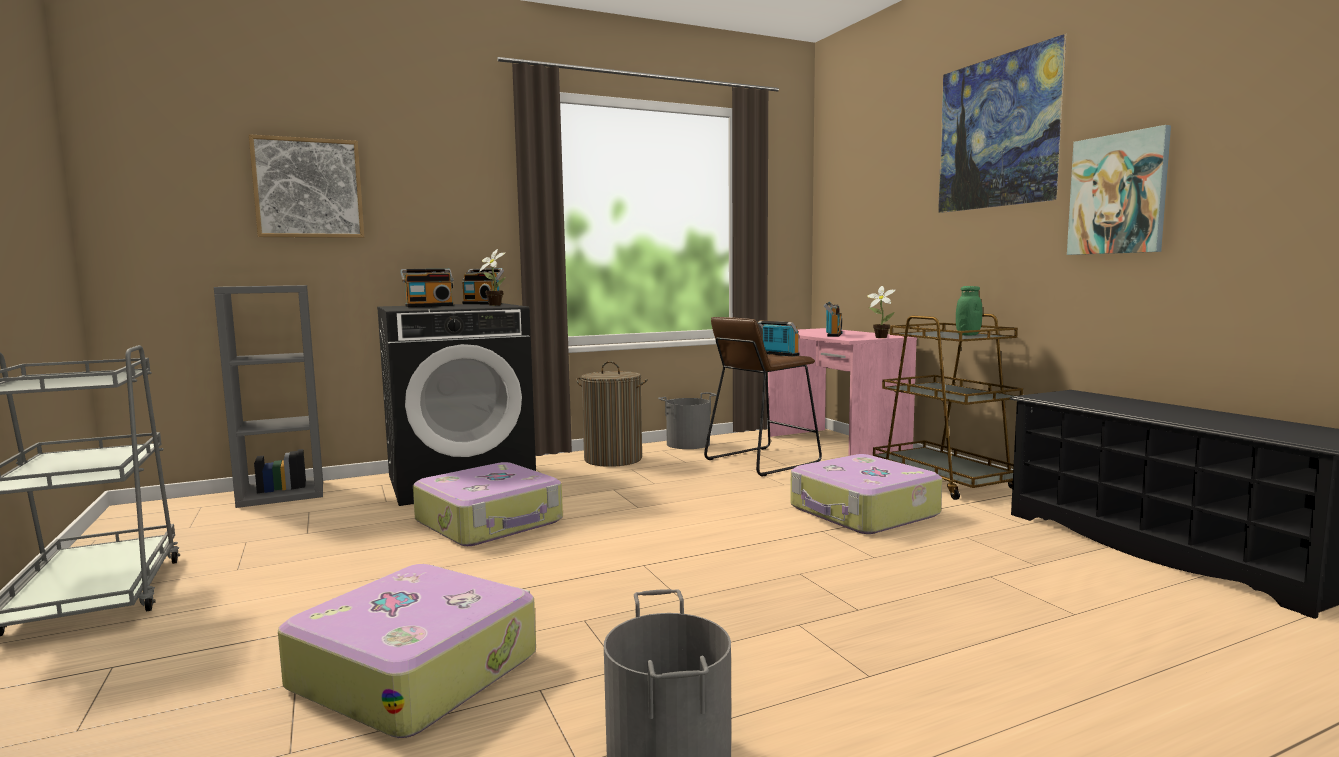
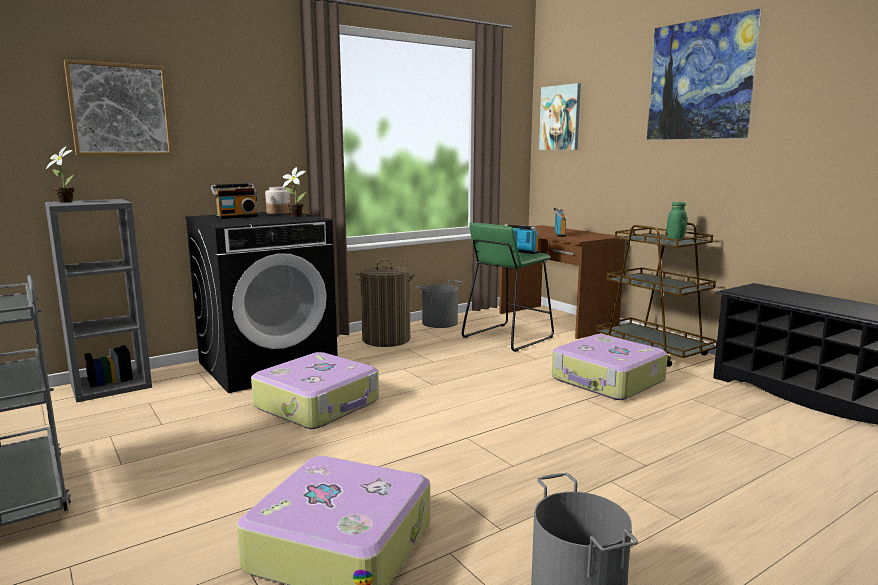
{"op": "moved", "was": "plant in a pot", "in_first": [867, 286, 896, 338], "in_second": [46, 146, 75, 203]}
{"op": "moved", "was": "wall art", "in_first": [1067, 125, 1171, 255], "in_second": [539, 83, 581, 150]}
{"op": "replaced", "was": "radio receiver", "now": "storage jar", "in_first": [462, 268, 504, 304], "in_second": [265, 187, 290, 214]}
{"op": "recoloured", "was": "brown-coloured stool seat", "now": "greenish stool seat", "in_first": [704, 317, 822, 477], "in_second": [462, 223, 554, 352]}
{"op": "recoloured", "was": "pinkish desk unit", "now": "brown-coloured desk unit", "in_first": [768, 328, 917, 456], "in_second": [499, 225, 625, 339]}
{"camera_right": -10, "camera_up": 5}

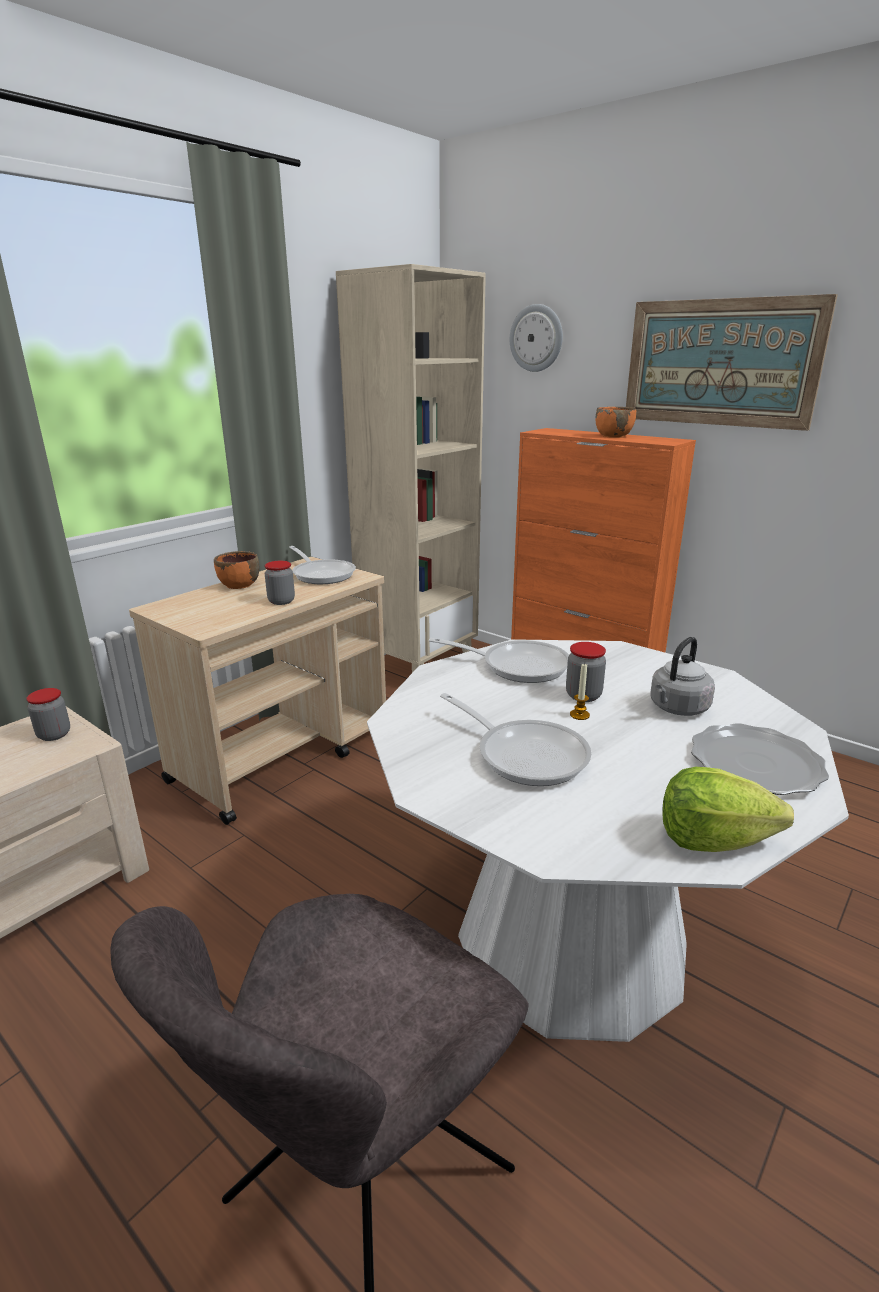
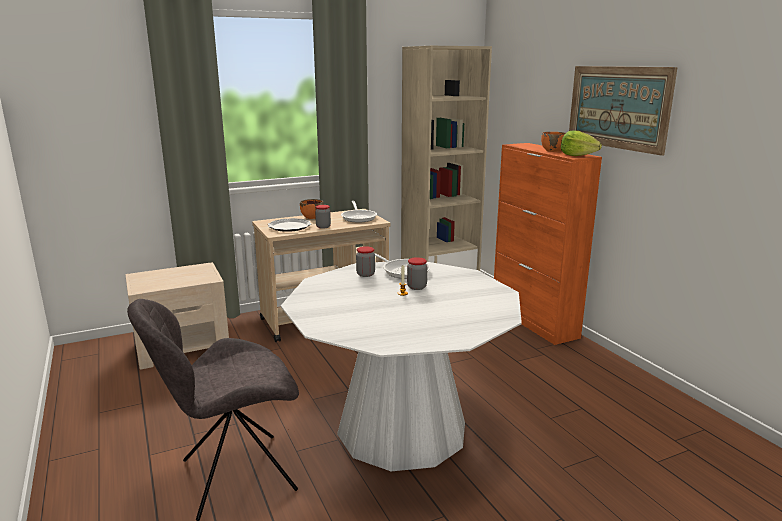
{"op": "removed", "was": "skillet", "in_first": [440, 693, 592, 786]}
{"op": "removed", "was": "hanging clock", "in_first": [510, 304, 563, 372]}
{"op": "removed", "was": "grey kettle", "in_first": [650, 637, 715, 716]}
{"op": "moved", "was": "storage jar", "in_first": [26, 688, 70, 741], "in_second": [356, 246, 375, 277]}
{"op": "moved", "was": "lettuce", "in_first": [663, 767, 794, 852], "in_second": [561, 131, 602, 156]}
{"op": "moved", "was": "dinner plate", "in_first": [691, 723, 829, 795], "in_second": [268, 218, 311, 232]}
{"camera_right": 25, "camera_up": -5}

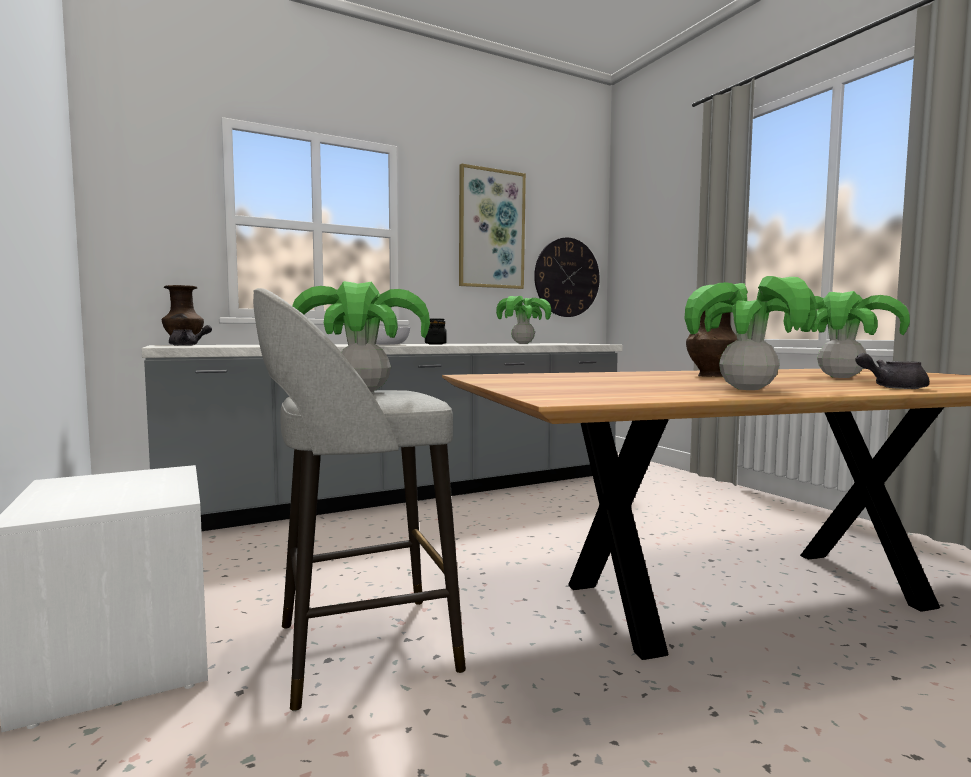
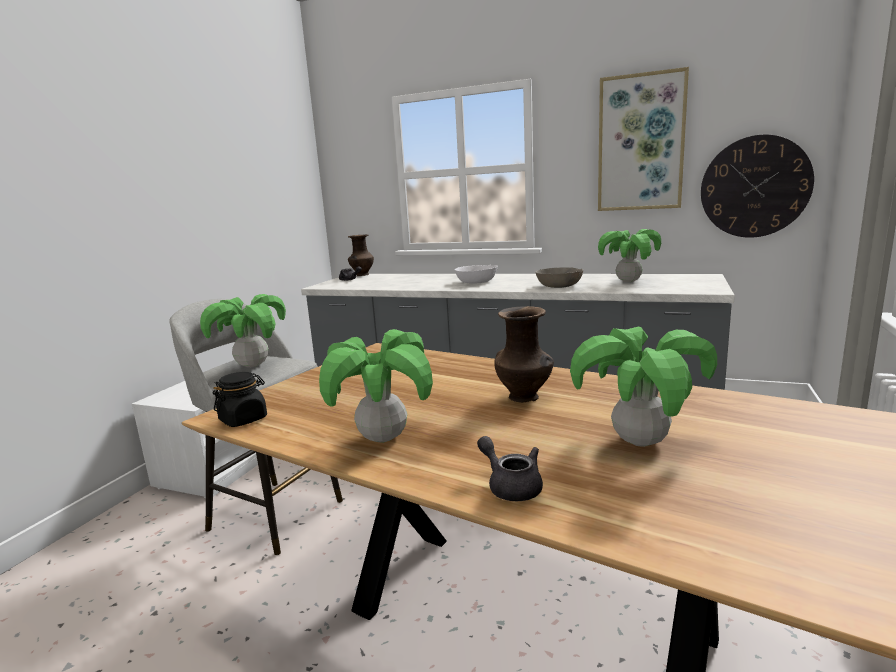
{"op": "added", "now": "grey deep dish", "in_second": [535, 267, 583, 288]}
{"op": "moved", "was": "black-coloured storage jar", "in_first": [425, 318, 447, 344], "in_second": [213, 372, 267, 427]}
{"camera_right": 50, "camera_up": 10}

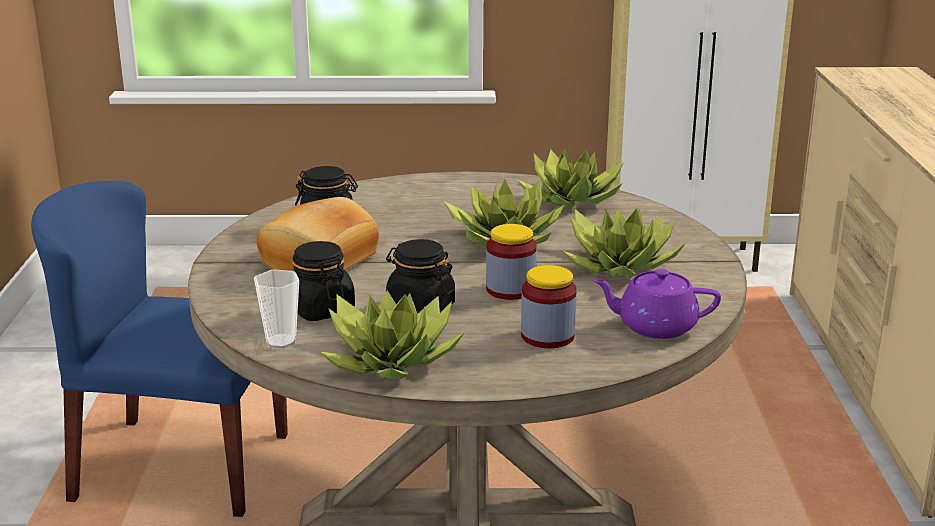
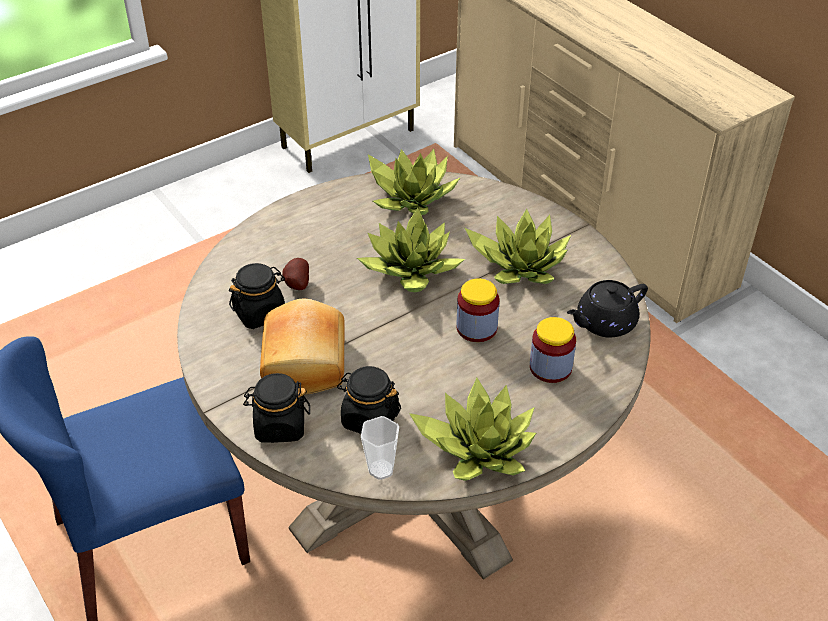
{"op": "added", "now": "potato", "in_second": [282, 258, 309, 290]}
{"op": "moved", "was": "black-coloured storage jar", "in_first": [386, 239, 455, 314], "in_second": [243, 373, 310, 443]}
{"op": "recoloured", "was": "purple teapot", "now": "black-coloured teapot", "in_first": [592, 269, 721, 339], "in_second": [567, 280, 648, 337]}
{"camera_right": -35, "camera_up": 20}

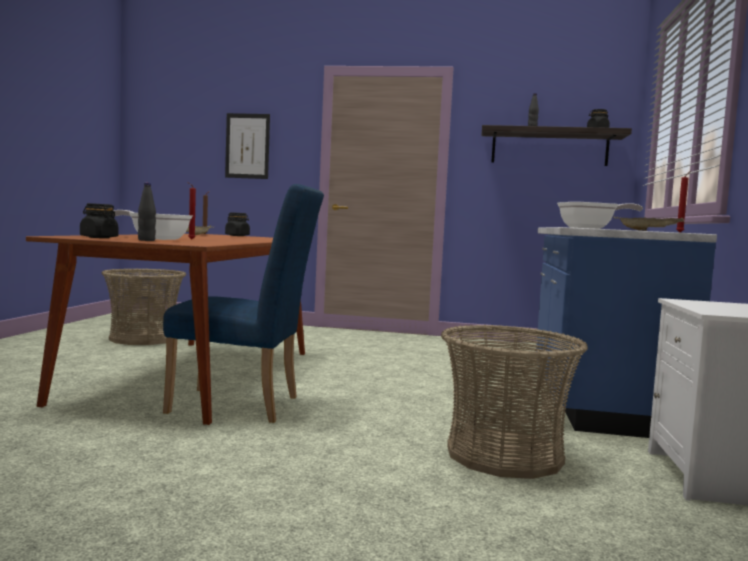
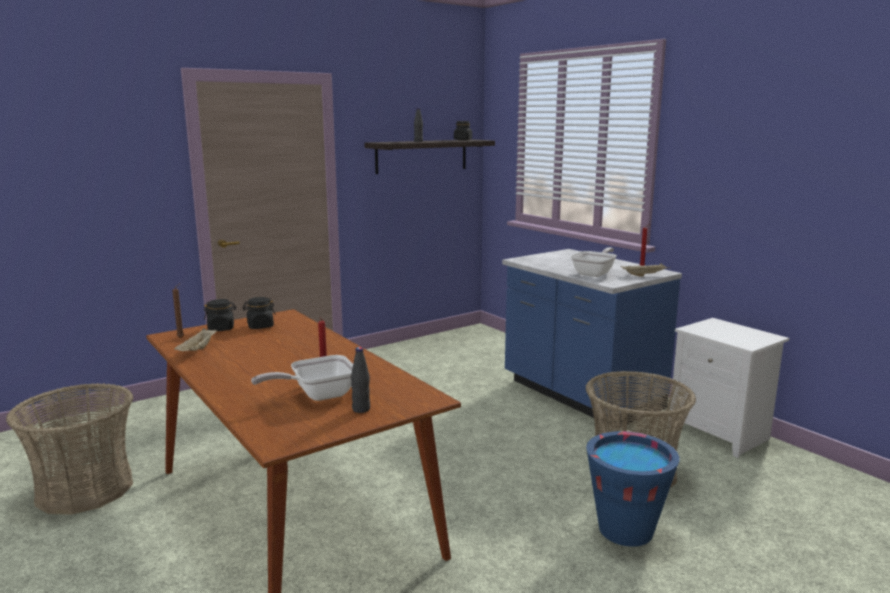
{"op": "removed", "was": "bluish chair", "in_first": [163, 184, 324, 423]}
{"op": "removed", "was": "wall art", "in_first": [225, 113, 270, 179]}
{"op": "added", "now": "bluish bucket", "in_second": [586, 431, 679, 547]}
{"op": "moved", "was": "black-coloured storage jar", "in_first": [80, 203, 118, 238], "in_second": [243, 297, 276, 329]}
{"camera_right": -45, "camera_up": 10}

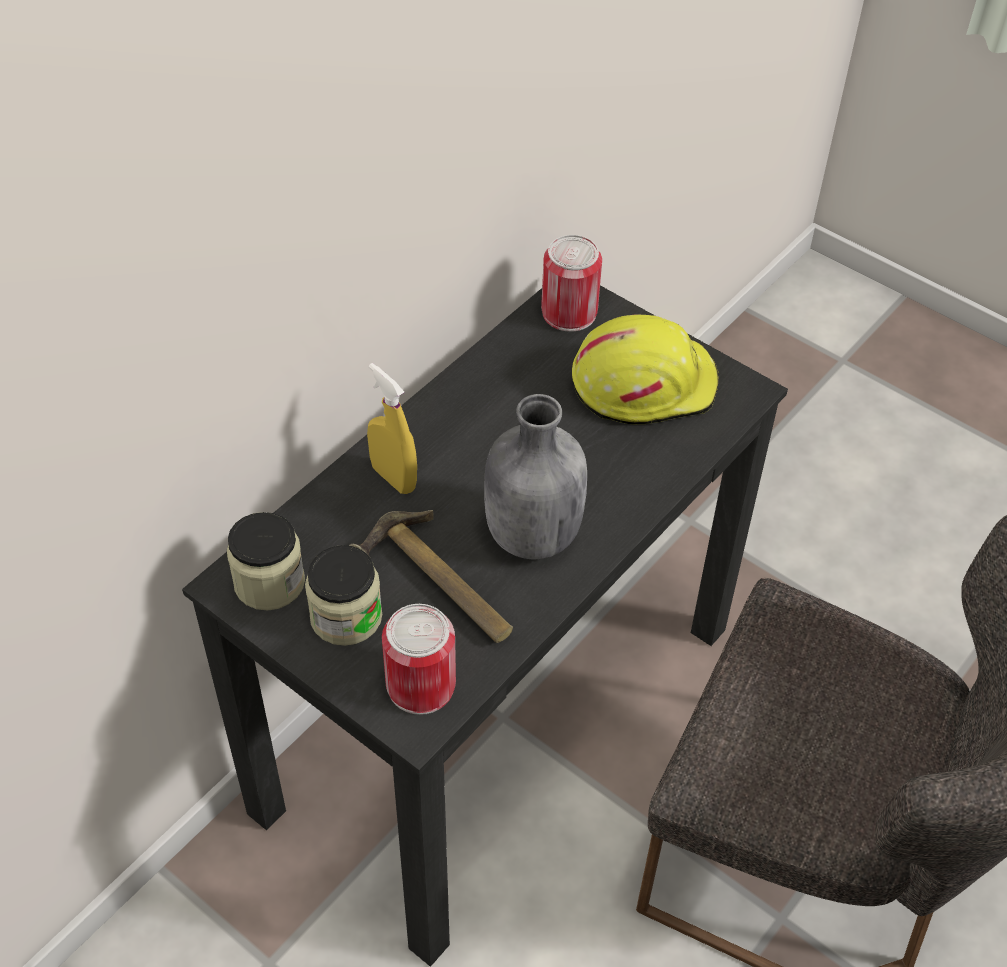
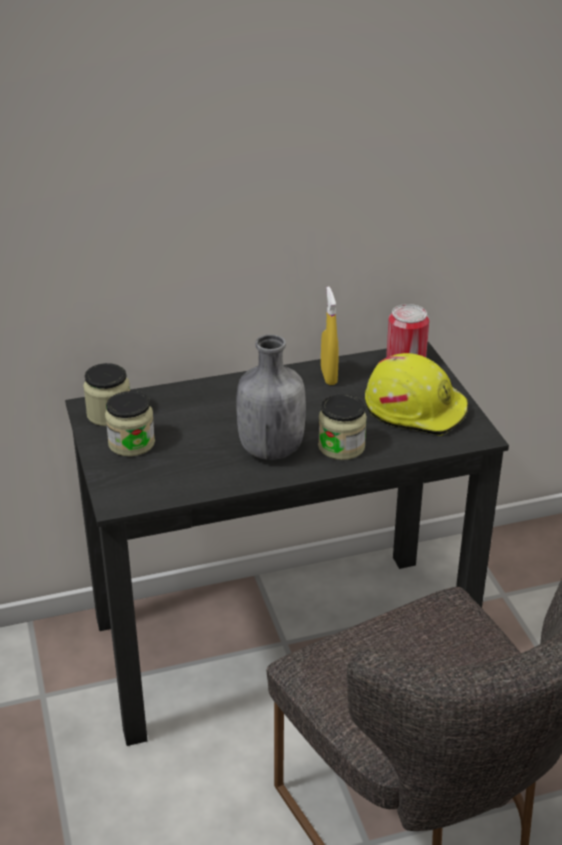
{"op": "removed", "was": "tool hammer", "in_first": [349, 510, 513, 643]}
{"op": "removed", "was": "sealed can", "in_first": [382, 604, 456, 715]}
{"op": "added", "now": "storage jar", "in_second": [318, 394, 367, 460]}
{"op": "moved", "was": "yellowish spray bottle", "in_first": [367, 363, 417, 494], "in_second": [321, 287, 339, 385]}
{"camera_right": 35, "camera_up": -15}

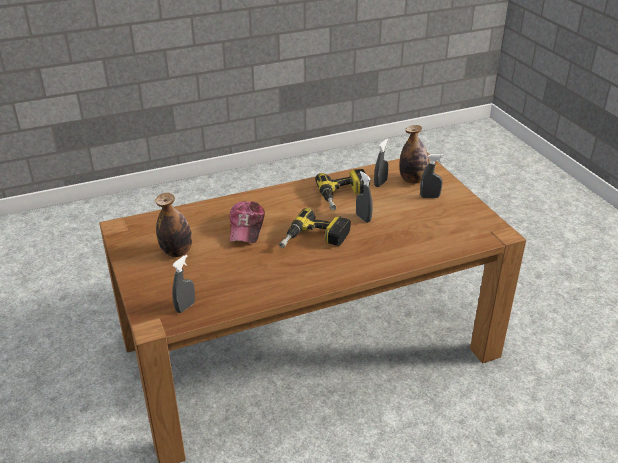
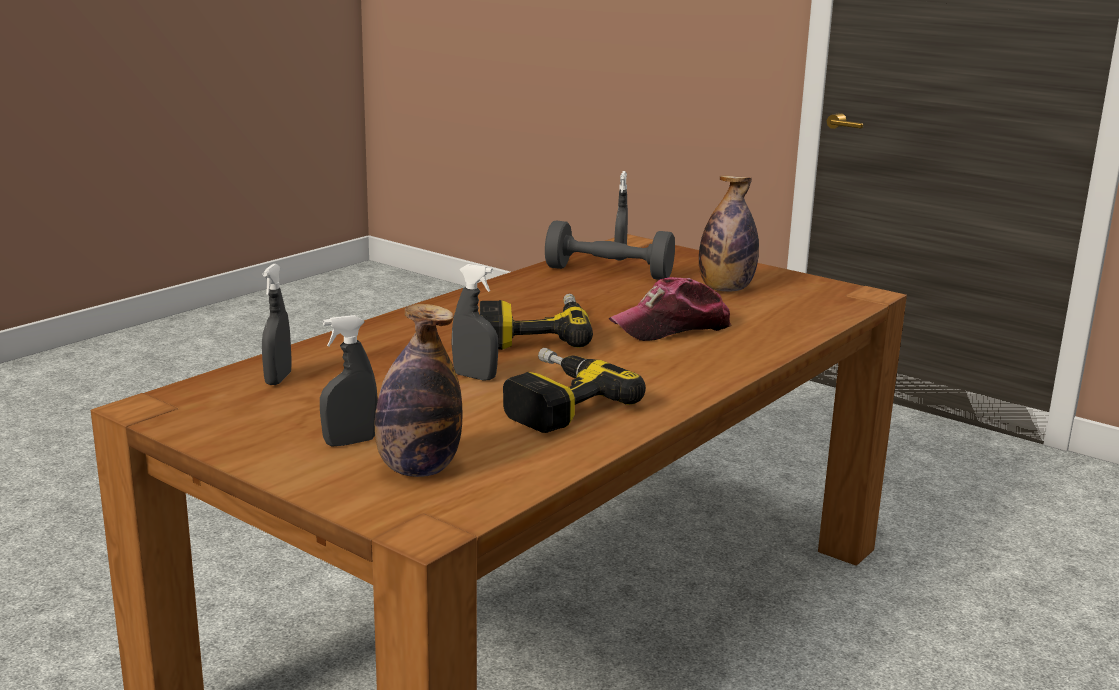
{"op": "added", "now": "grey dumbbell", "in_second": [545, 221, 675, 280]}
{"op": "moved", "was": "grey spray bottle", "in_first": [374, 139, 389, 187], "in_second": [262, 264, 292, 385]}
{"op": "turned", "was": "baseball cap", "in_first": [229, 201, 265, 243], "in_second": [609, 277, 732, 341], "clockwise": -90}
{"camera_right": 150, "camera_up": -15}

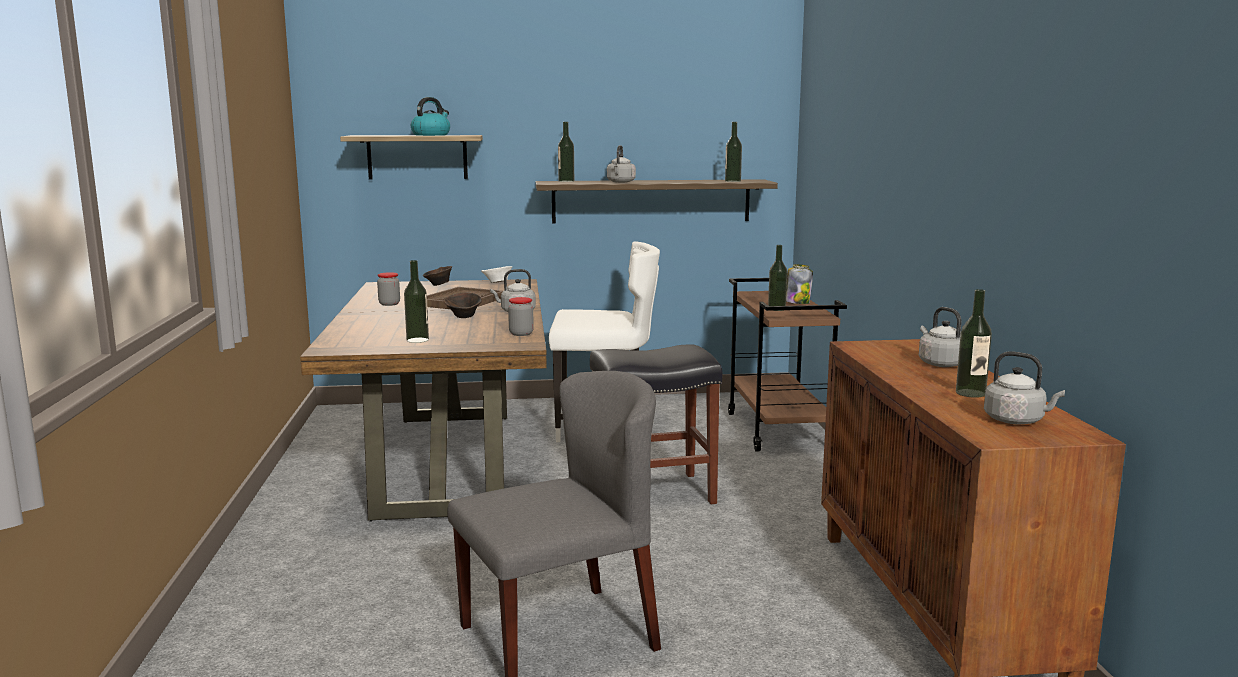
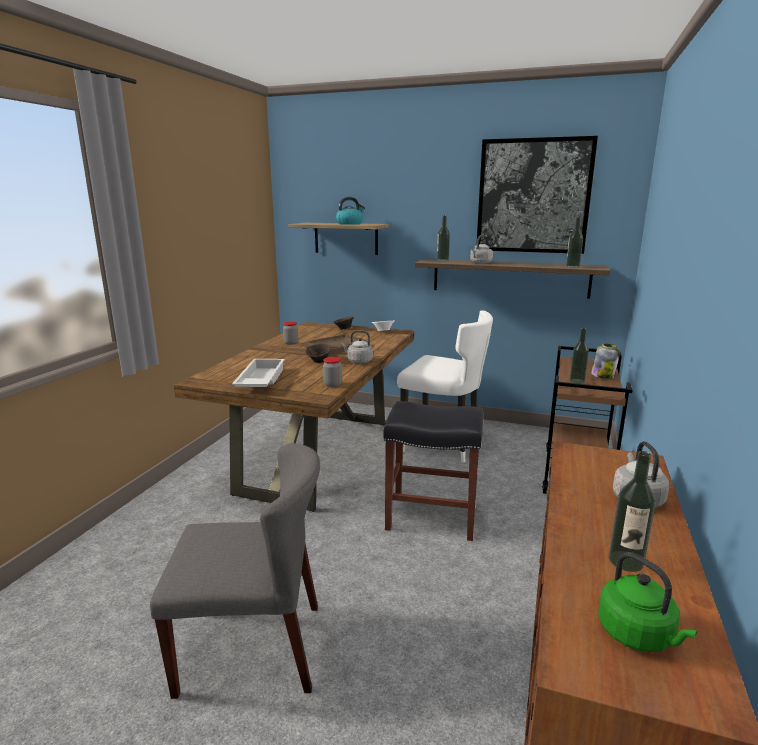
{"op": "added", "now": "wall art", "in_second": [476, 136, 598, 254]}
{"op": "replaced", "was": "bottle", "now": "white-coloured carrying tray", "in_first": [404, 260, 429, 343], "in_second": [232, 359, 285, 387]}
{"op": "recoloured", "was": "grey kettle", "now": "greenish kettle", "in_first": [984, 351, 1065, 424], "in_second": [598, 552, 698, 652]}
{"camera_right": 25, "camera_up": 5}

